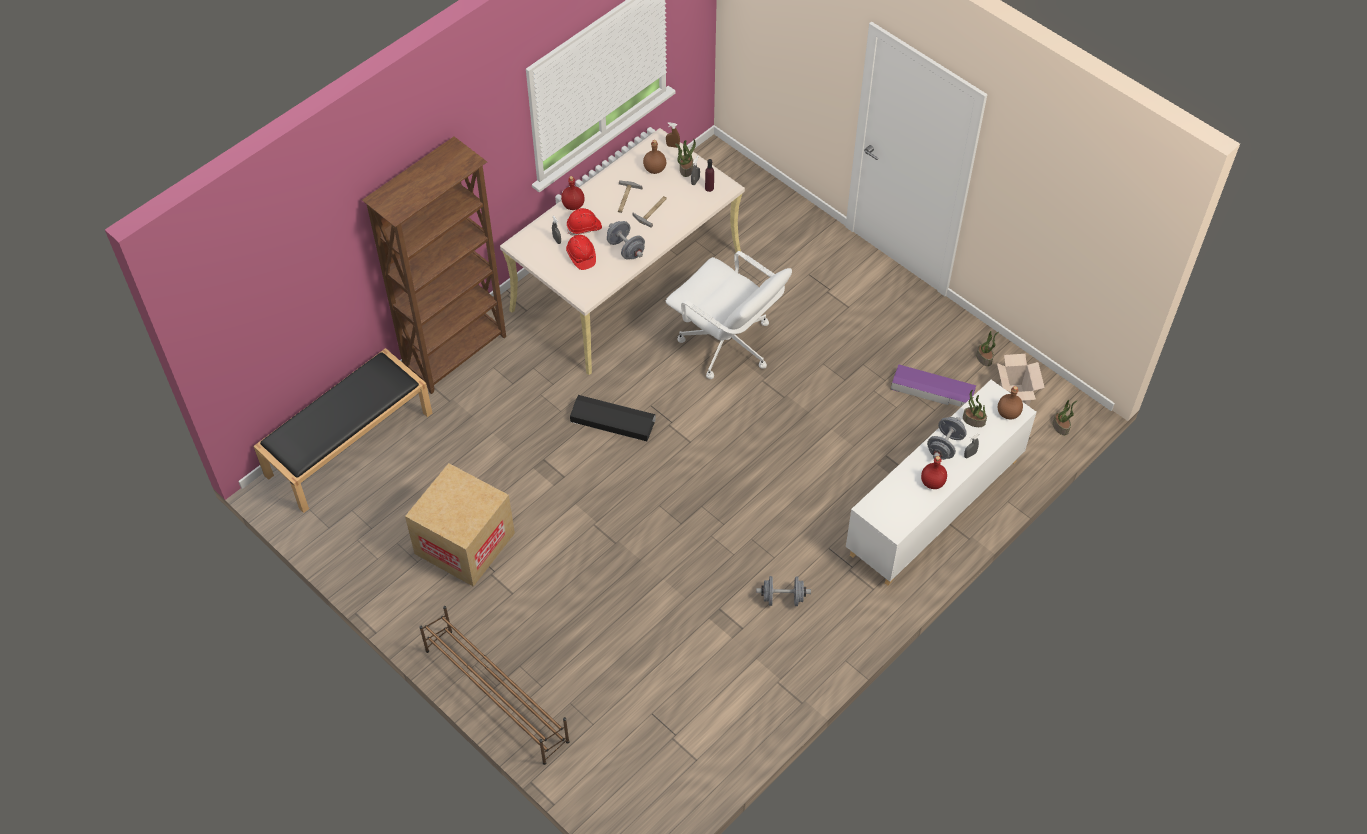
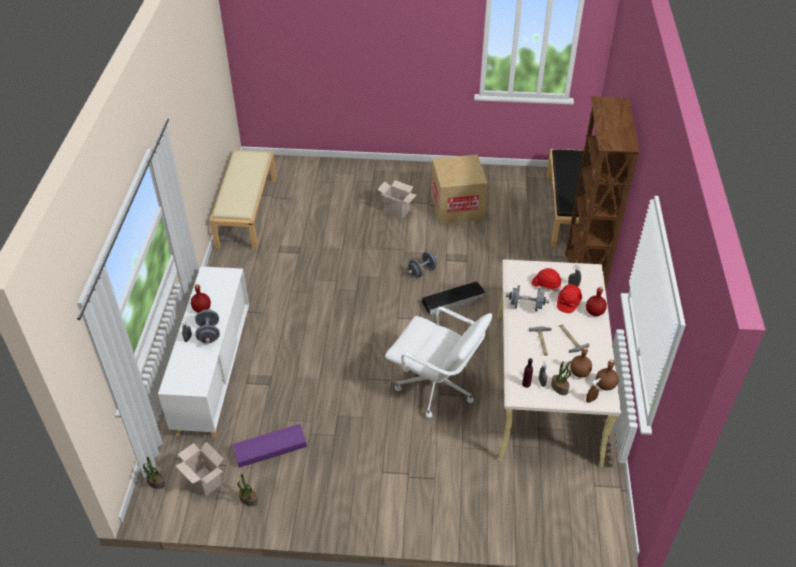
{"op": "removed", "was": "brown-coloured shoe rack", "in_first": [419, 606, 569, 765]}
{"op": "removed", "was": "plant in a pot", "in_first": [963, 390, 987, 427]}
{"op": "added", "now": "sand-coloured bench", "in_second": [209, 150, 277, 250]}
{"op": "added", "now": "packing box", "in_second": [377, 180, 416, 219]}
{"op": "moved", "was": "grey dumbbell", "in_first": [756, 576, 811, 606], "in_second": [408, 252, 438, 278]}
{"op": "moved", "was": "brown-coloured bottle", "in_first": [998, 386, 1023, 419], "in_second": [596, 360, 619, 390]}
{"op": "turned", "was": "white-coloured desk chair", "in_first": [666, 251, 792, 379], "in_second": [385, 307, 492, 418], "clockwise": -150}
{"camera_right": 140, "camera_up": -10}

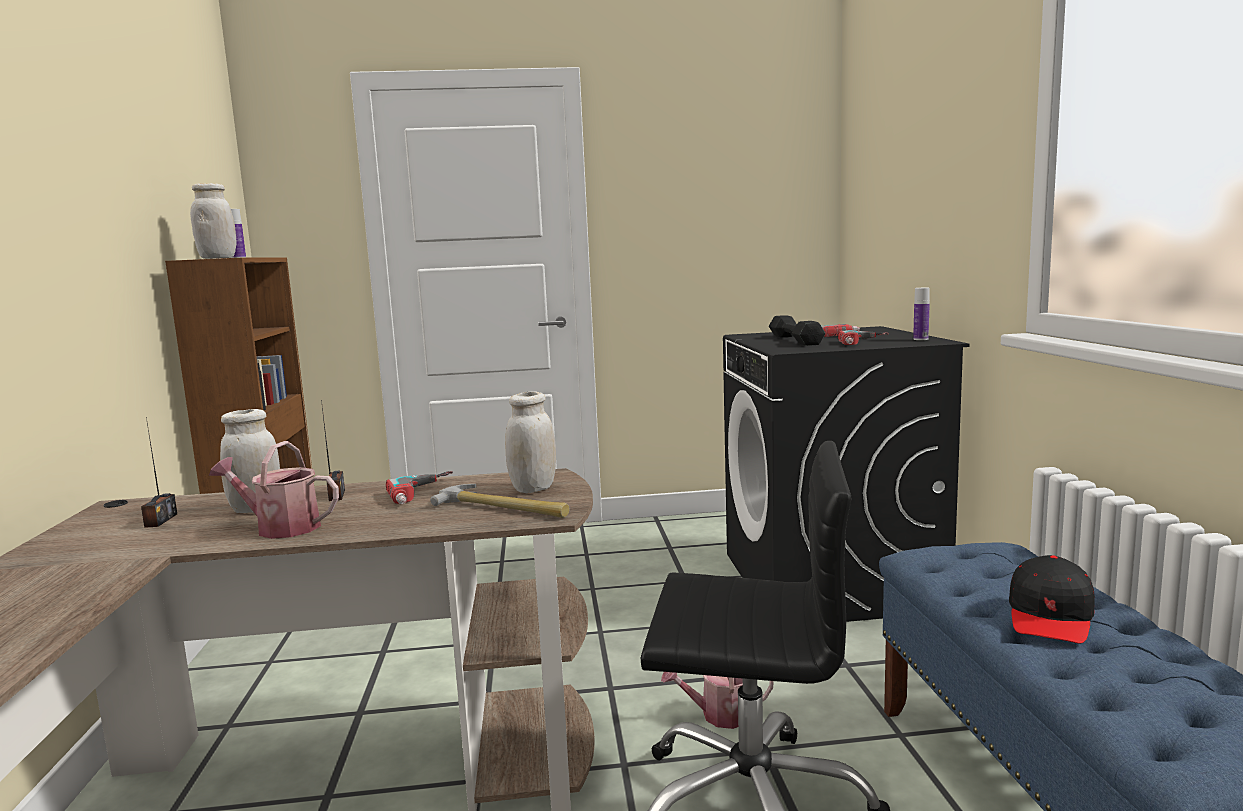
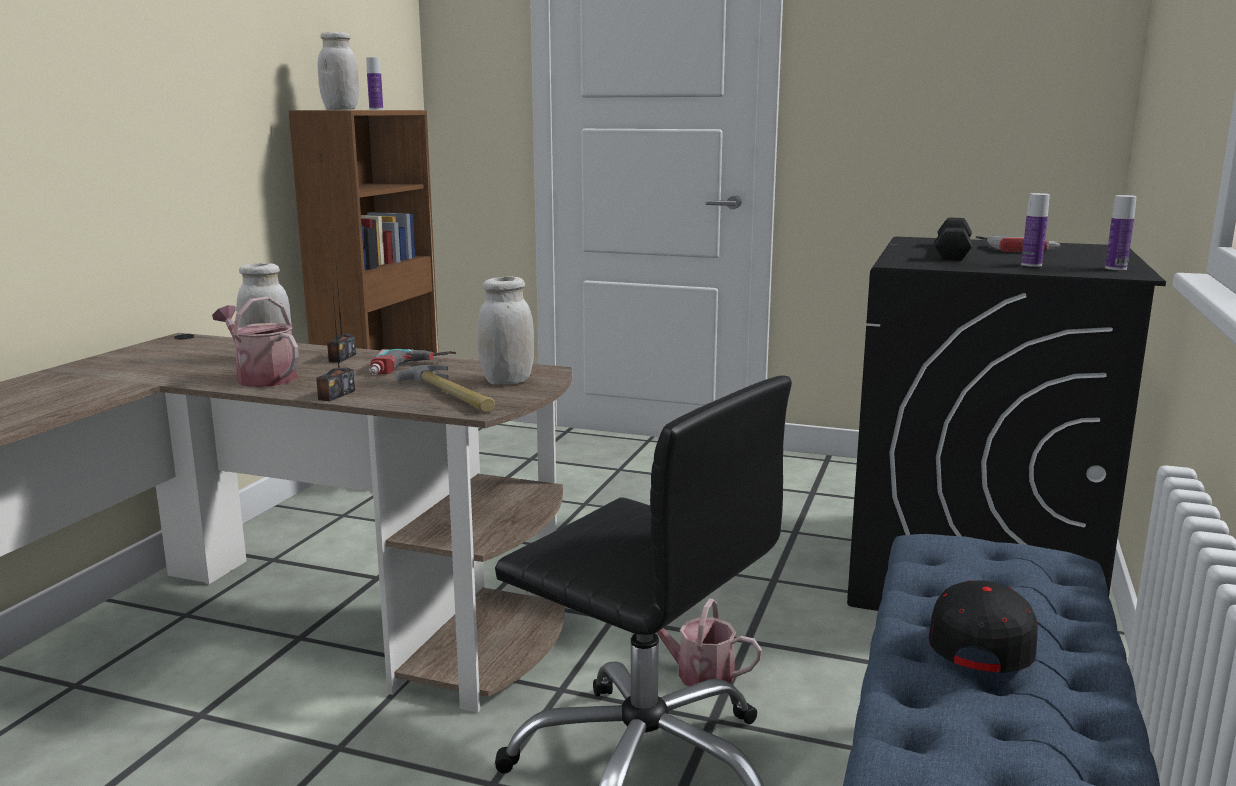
{"op": "moved", "was": "radio receiver", "in_first": [141, 417, 177, 528], "in_second": [316, 284, 355, 401]}
{"op": "replaced", "was": "drill", "now": "bottle", "in_first": [838, 330, 889, 345], "in_second": [1021, 193, 1050, 267]}
{"op": "turned", "was": "black-coloured baseball cap", "in_first": [1009, 555, 1095, 644], "in_second": [929, 580, 1038, 673], "clockwise": 150}
{"camera_right": 25, "camera_up": 5}

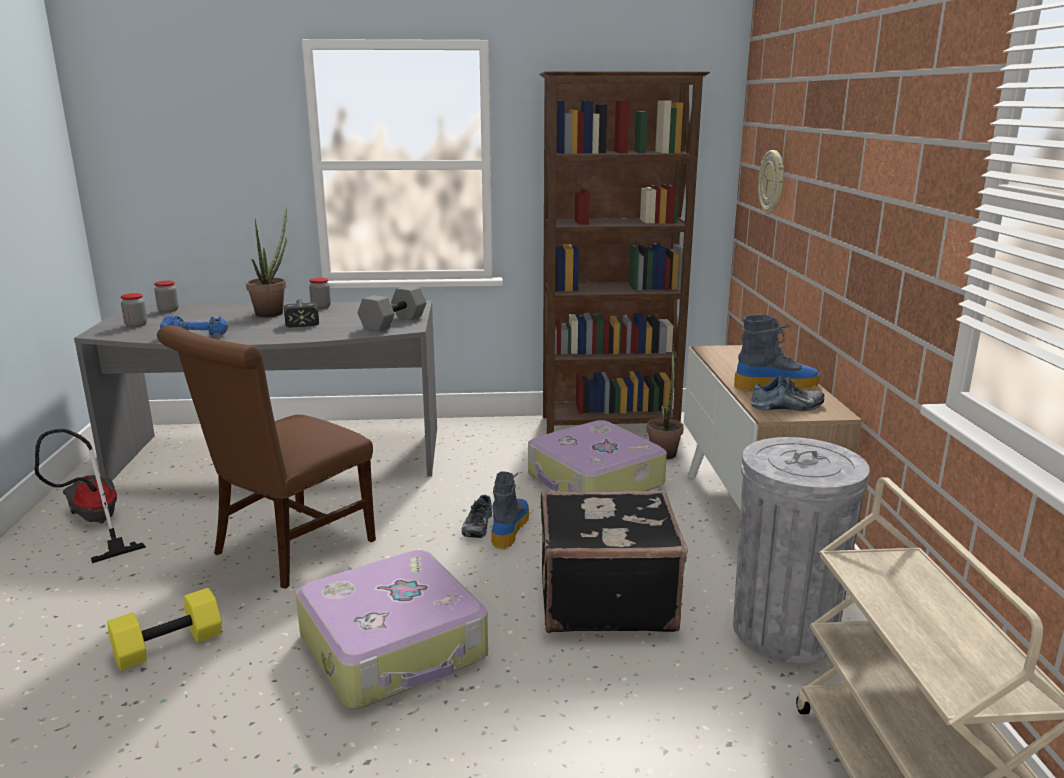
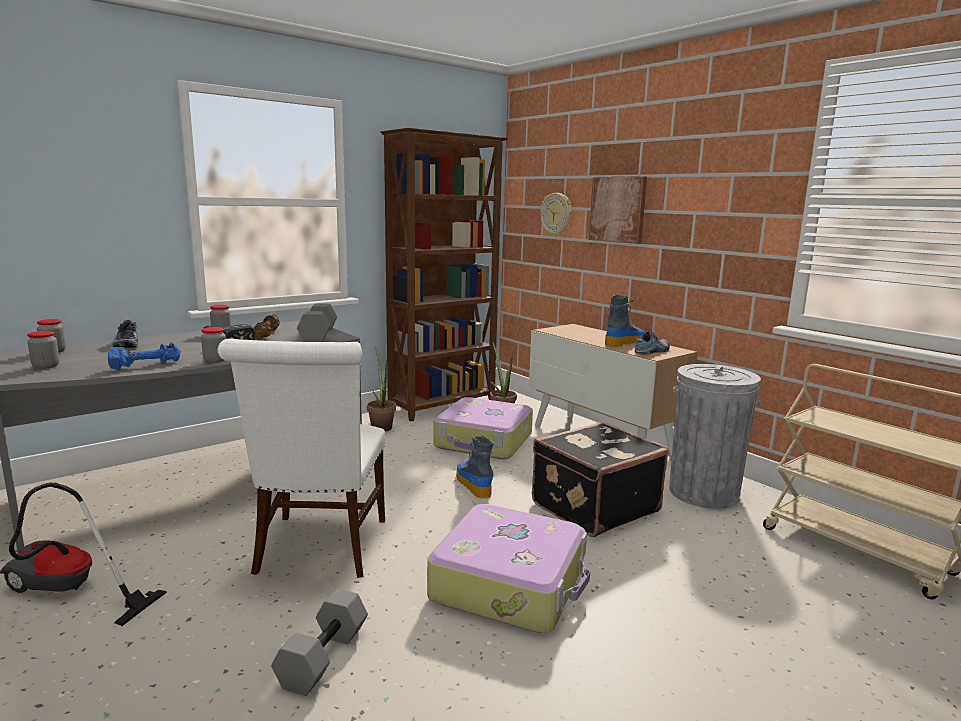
{"op": "added", "now": "storage jar", "in_second": [201, 327, 226, 363]}
{"op": "added", "now": "brown-coloured dumbbell", "in_second": [253, 314, 280, 339]}
{"op": "added", "now": "wall art", "in_second": [589, 176, 647, 244]}
{"op": "moved", "was": "plant in a pot", "in_first": [246, 208, 287, 317], "in_second": [367, 348, 396, 431]}
{"op": "moved", "was": "low shoe", "in_first": [462, 495, 492, 538], "in_second": [112, 320, 138, 348]}
{"op": "recoloured", "was": "yellowish dumbbell", "now": "grey dumbbell", "in_first": [107, 588, 222, 670], "in_second": [271, 589, 368, 696]}
{"op": "recoloured", "was": "brown-coloured chair", "now": "white-coloured chair", "in_first": [157, 325, 376, 589], "in_second": [218, 339, 386, 578]}
{"camera_right": -35, "camera_up": -5}

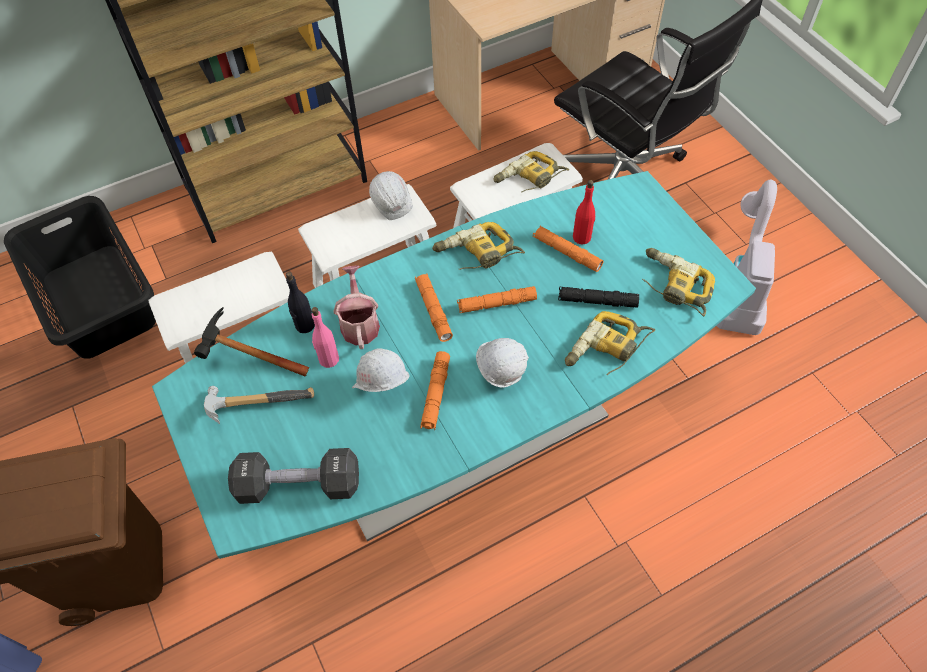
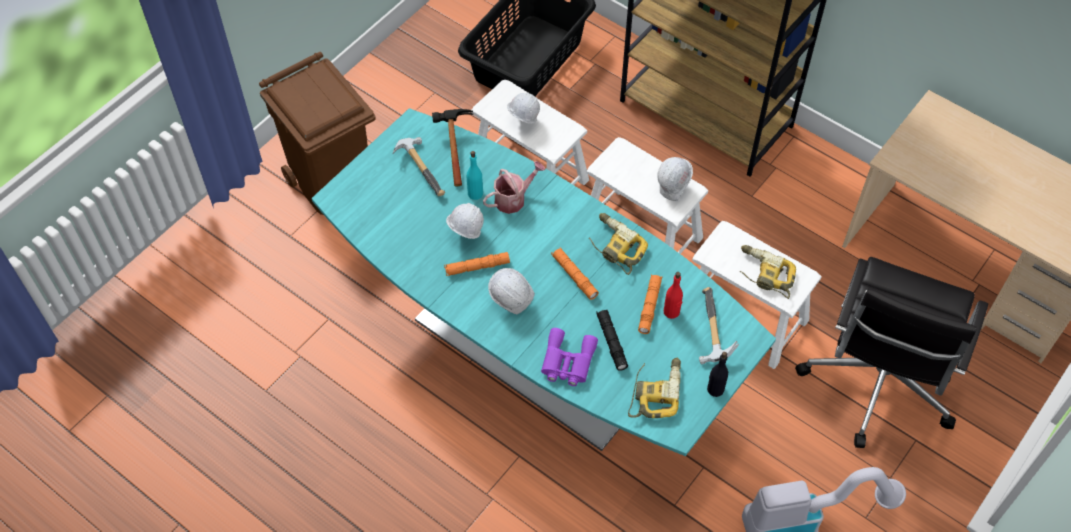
{"op": "removed", "was": "black-coloured dumbbell", "in_first": [228, 448, 359, 504]}
{"op": "removed", "was": "orange torch", "in_first": [415, 273, 453, 342]}
{"op": "added", "now": "white-coloured safety helmet", "in_second": [507, 92, 540, 124]}
{"op": "added", "now": "tool hammer", "in_second": [699, 287, 739, 364]}
{"op": "moved", "was": "black-coloured bottle", "in_first": [286, 272, 315, 333], "in_second": [707, 352, 728, 397]}
{"op": "replaced", "was": "drill", "now": "purple binoculars", "in_first": [565, 311, 655, 375], "in_second": [541, 328, 598, 386]}
{"op": "recoloured", "was": "pinkish bottle", "now": "turquoise bottle", "in_first": [311, 307, 339, 368], "in_second": [467, 151, 483, 200]}
{"camera_right": 65, "camera_up": 0}

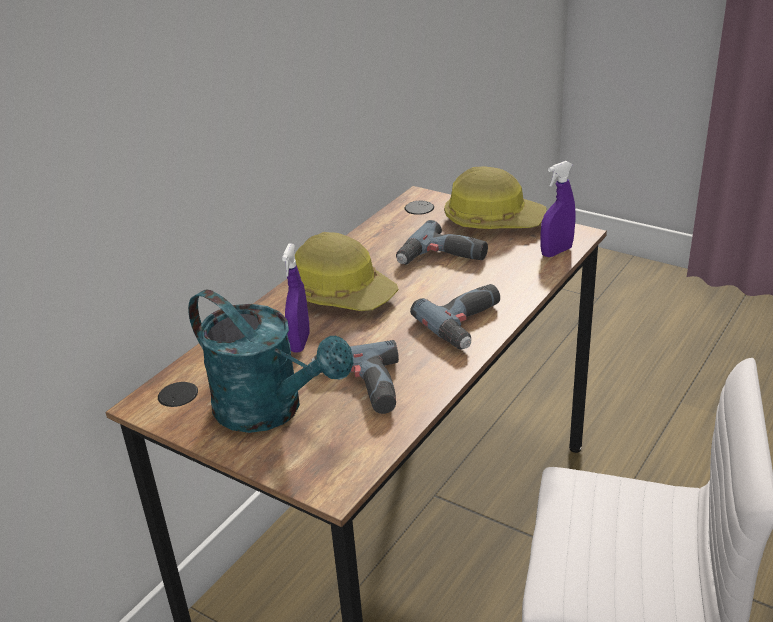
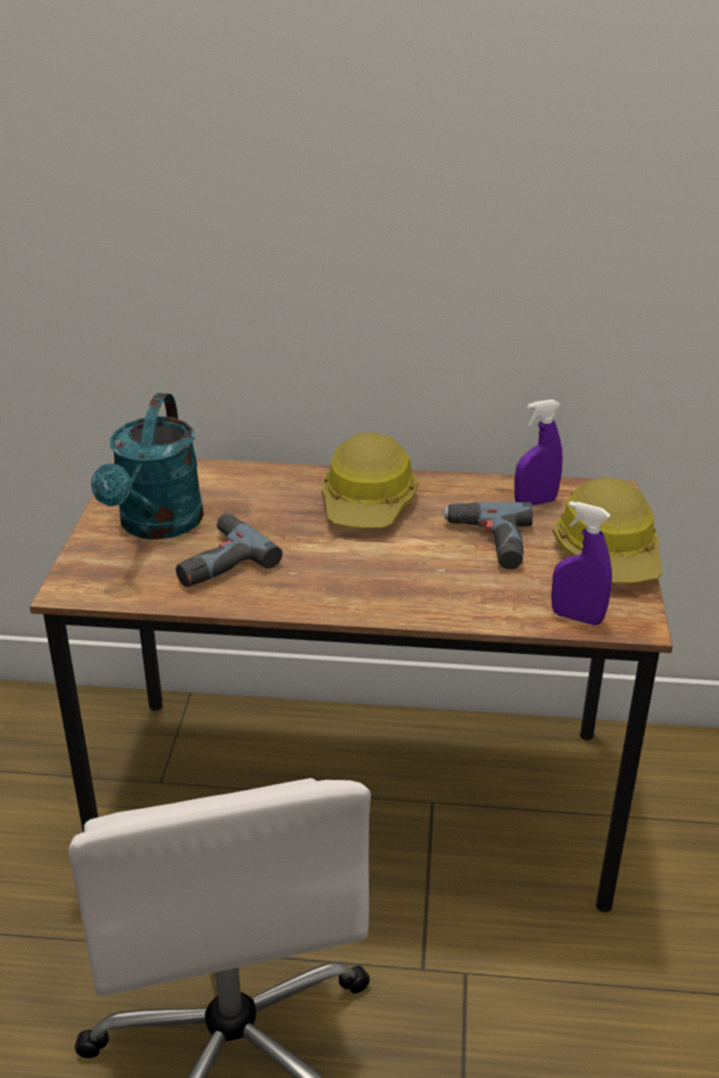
{"op": "removed", "was": "drill", "in_first": [410, 284, 500, 349]}
{"op": "moved", "was": "purple spray bottle", "in_first": [282, 243, 310, 353], "in_second": [515, 399, 563, 506]}
{"camera_right": 60, "camera_up": 0}

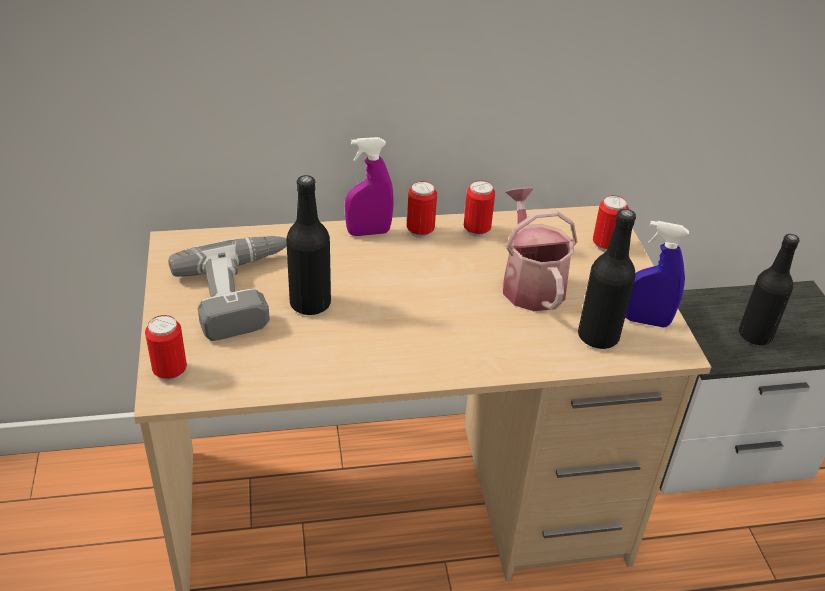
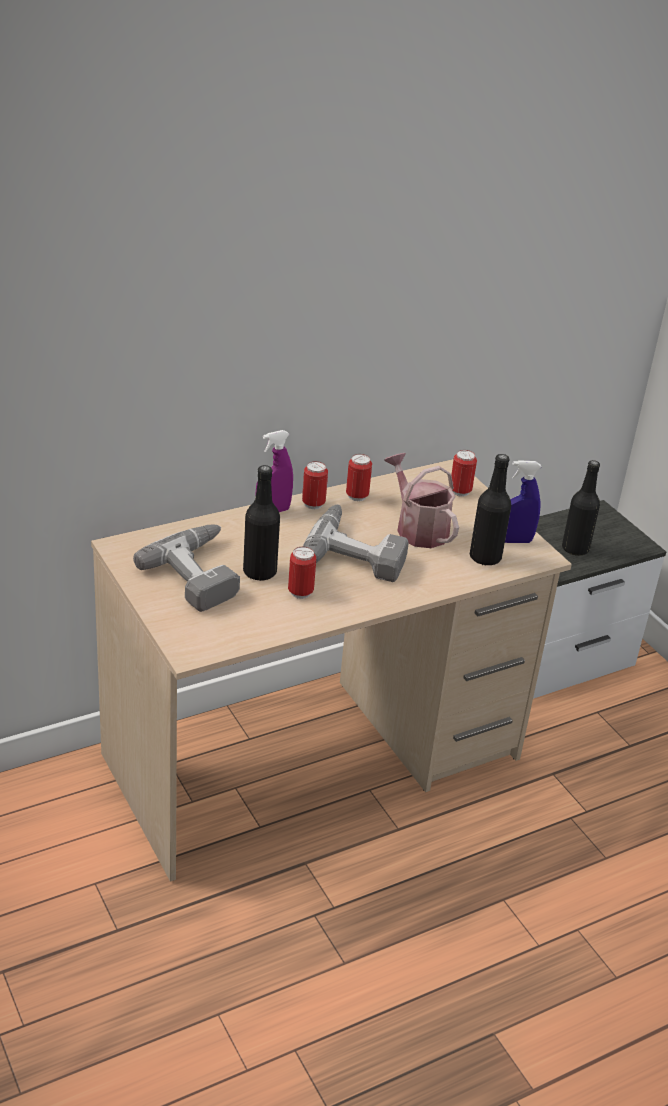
{"op": "added", "now": "drill", "in_second": [303, 504, 409, 582]}
{"op": "moved", "was": "sealed can", "in_first": [145, 315, 187, 381], "in_second": [288, 547, 316, 599]}
{"camera_right": -20, "camera_up": -5}

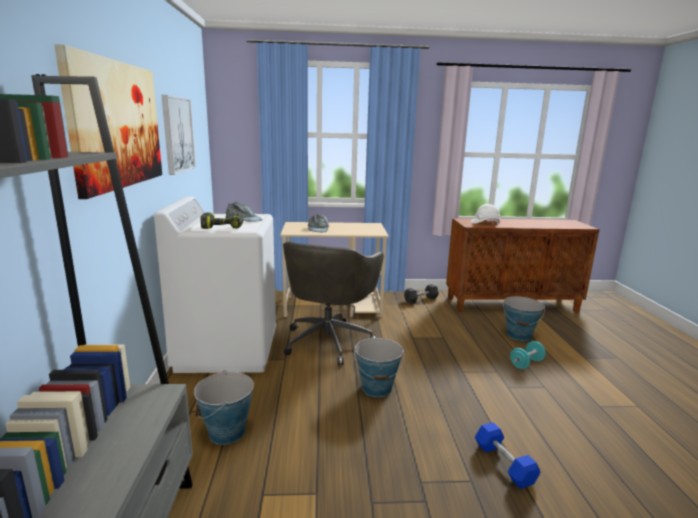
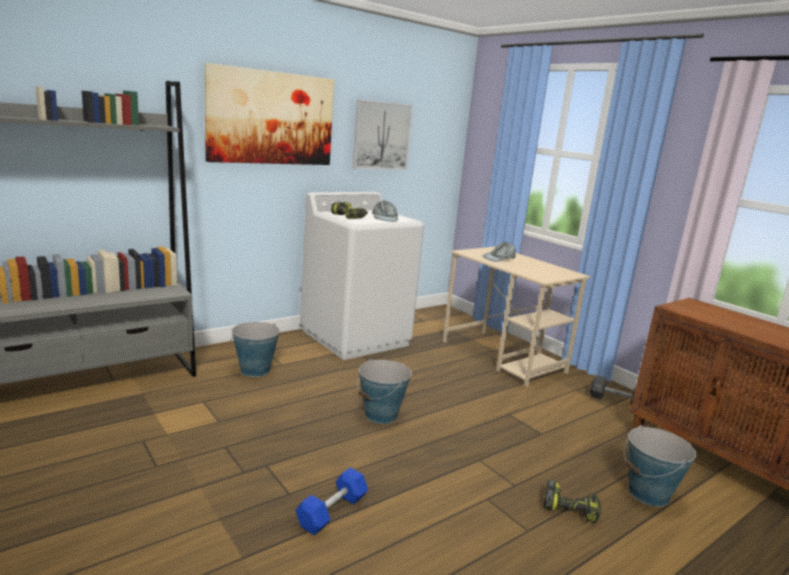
{"op": "removed", "was": "grey desk chair", "in_first": [283, 242, 383, 365]}
{"op": "removed", "was": "white-coloured safety helmet", "in_first": [471, 204, 501, 224]}
{"op": "replaced", "was": "turquoise dumbbell", "now": "drill", "in_first": [510, 341, 546, 369], "in_second": [543, 480, 601, 524]}
{"camera_right": 55, "camera_up": 0}

